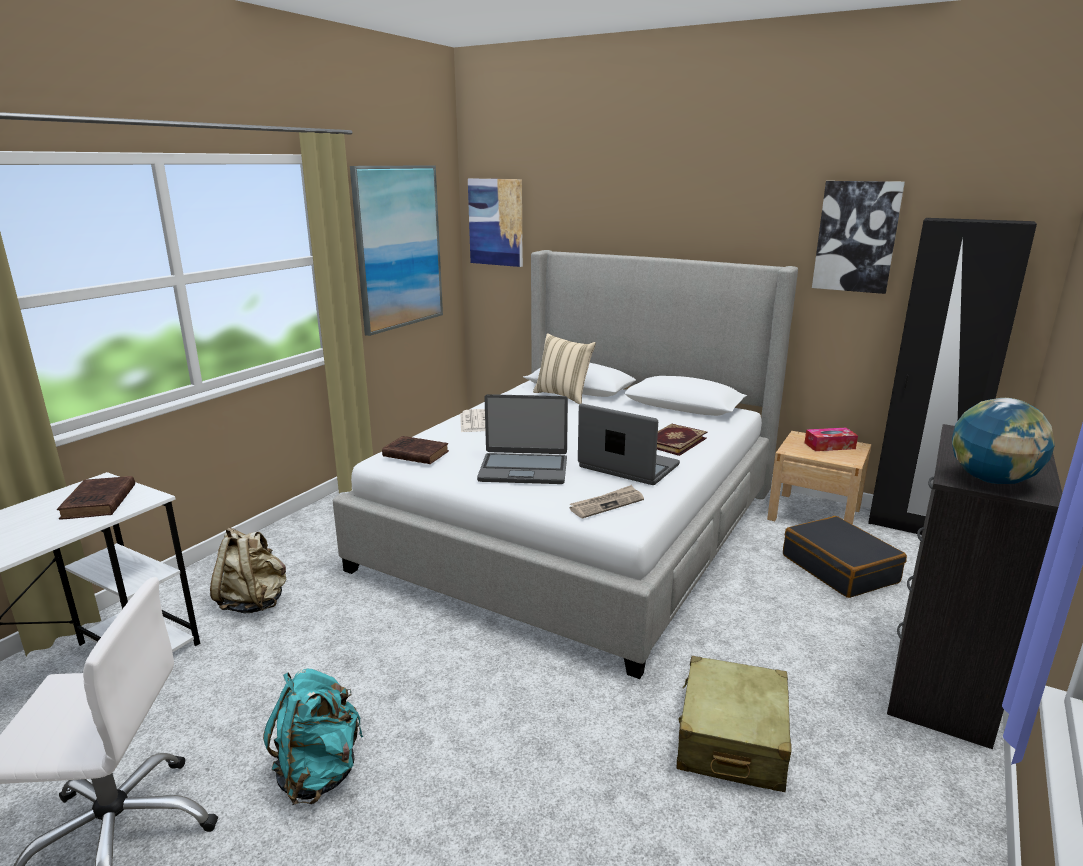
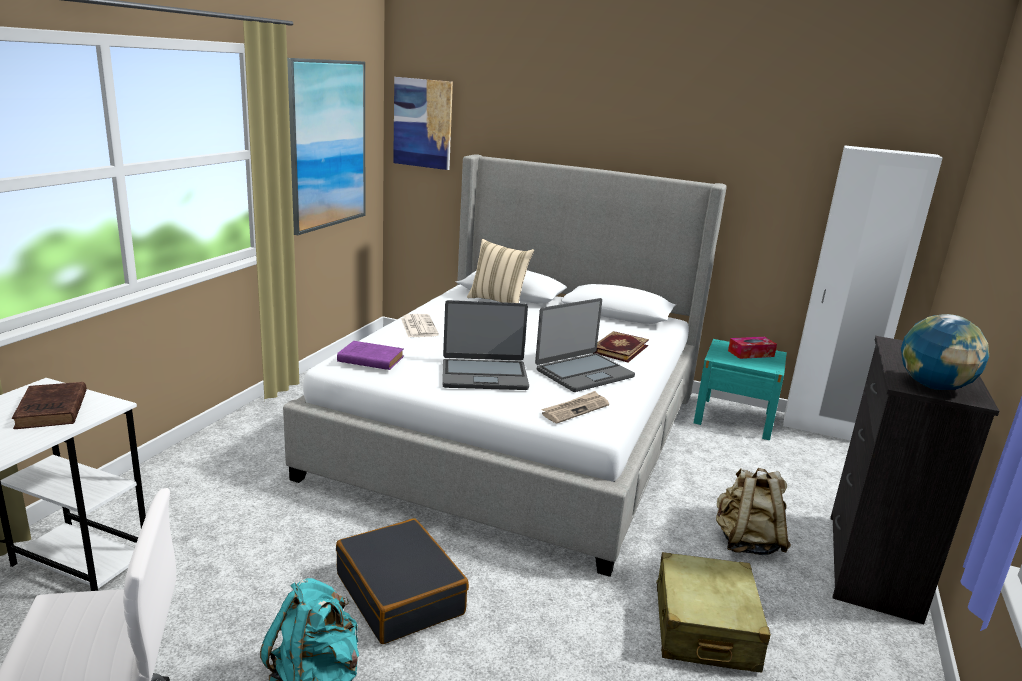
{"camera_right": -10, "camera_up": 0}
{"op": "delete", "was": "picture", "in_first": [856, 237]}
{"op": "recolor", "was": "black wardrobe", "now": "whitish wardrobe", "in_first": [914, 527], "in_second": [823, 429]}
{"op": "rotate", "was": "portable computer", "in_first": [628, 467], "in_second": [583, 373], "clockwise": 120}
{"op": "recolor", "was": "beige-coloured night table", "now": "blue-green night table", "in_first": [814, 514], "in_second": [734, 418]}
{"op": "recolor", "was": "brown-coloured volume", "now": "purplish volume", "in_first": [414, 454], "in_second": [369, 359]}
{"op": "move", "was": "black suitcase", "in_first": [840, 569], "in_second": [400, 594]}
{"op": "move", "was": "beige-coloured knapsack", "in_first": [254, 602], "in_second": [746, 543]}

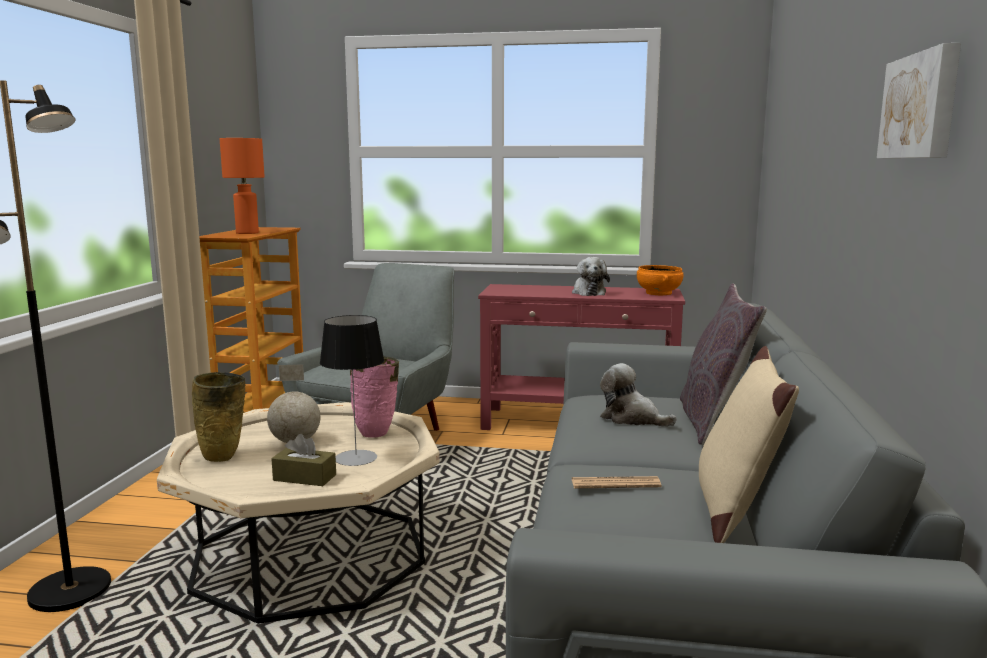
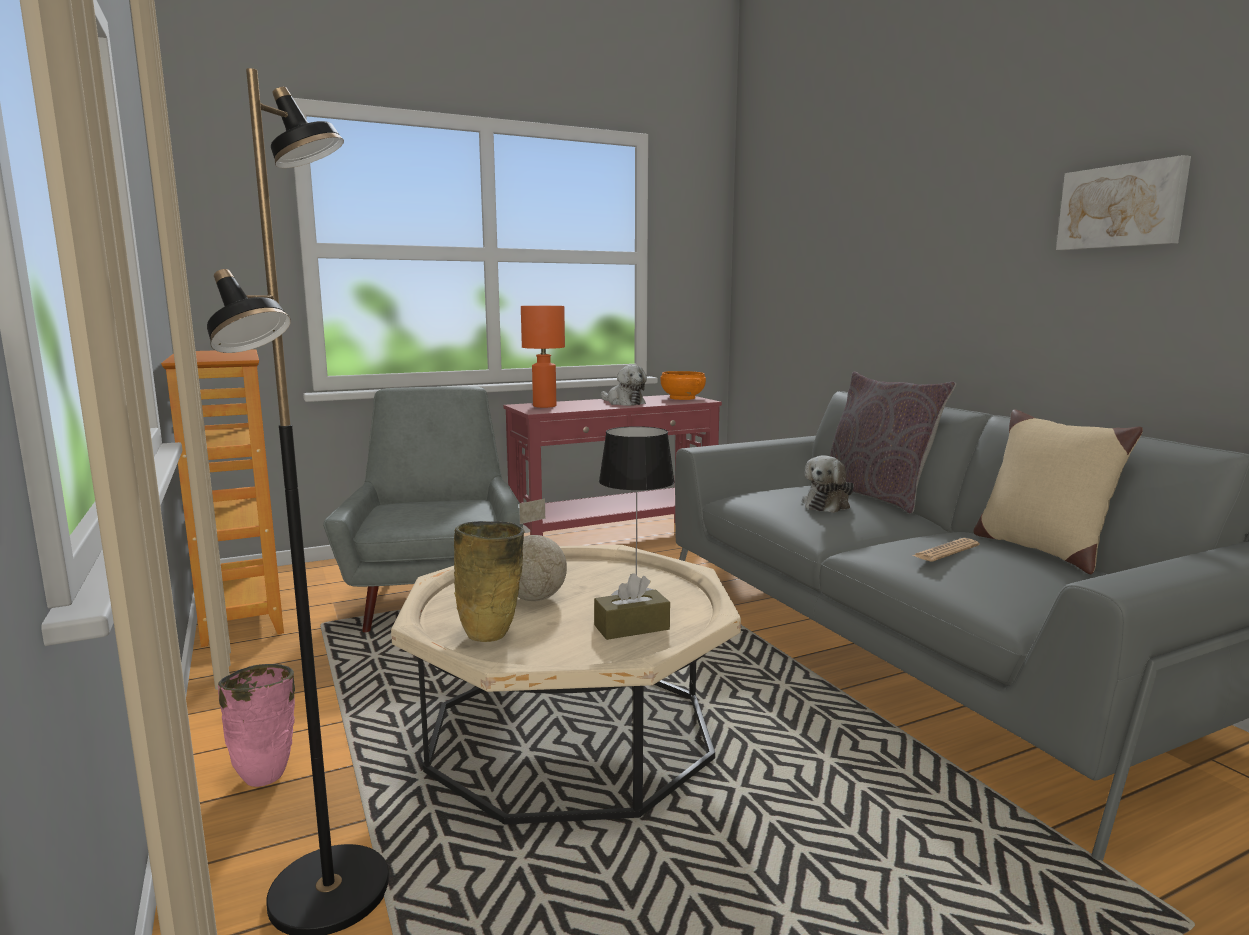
{"camera_right": -35, "camera_up": 0}
{"op": "move", "was": "orangey tabletop lamp", "in_first": [247, 233], "in_second": [544, 406]}
{"op": "move", "was": "pinkish vase", "in_first": [377, 433], "in_second": [267, 774]}
{"op": "rotate", "was": "plush toy", "in_first": [632, 418], "in_second": [827, 504], "clockwise": -60}

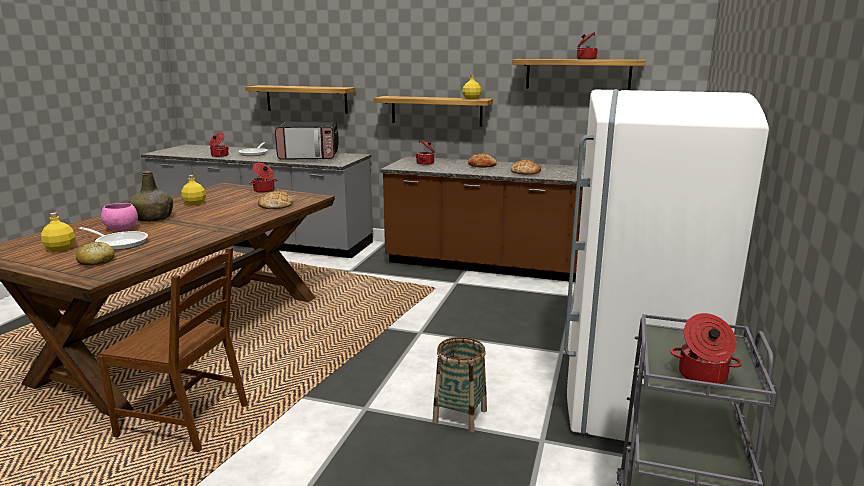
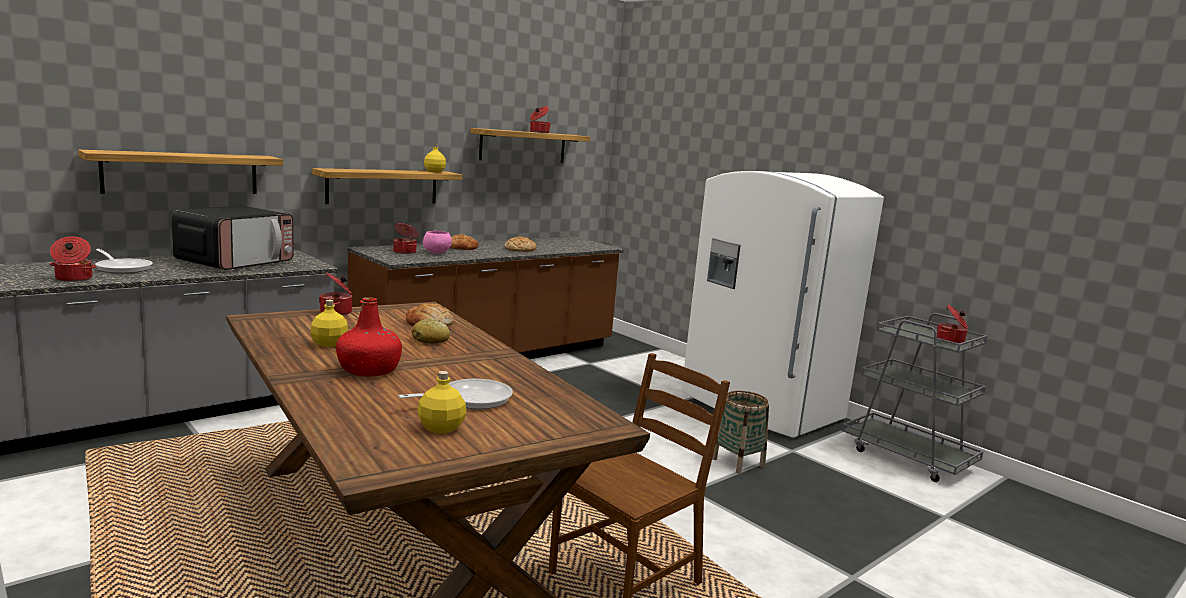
{"camera_right": -60, "camera_up": -5}
{"op": "recolor", "was": "greenish beverage bottle", "now": "red-coloured beverage bottle", "in_first": [153, 218], "in_second": [369, 370]}
{"op": "move", "was": "pinkish serving bowl", "in_first": [121, 230], "in_second": [437, 253]}
{"op": "move", "was": "baked bread", "in_first": [96, 261], "in_second": [430, 340]}

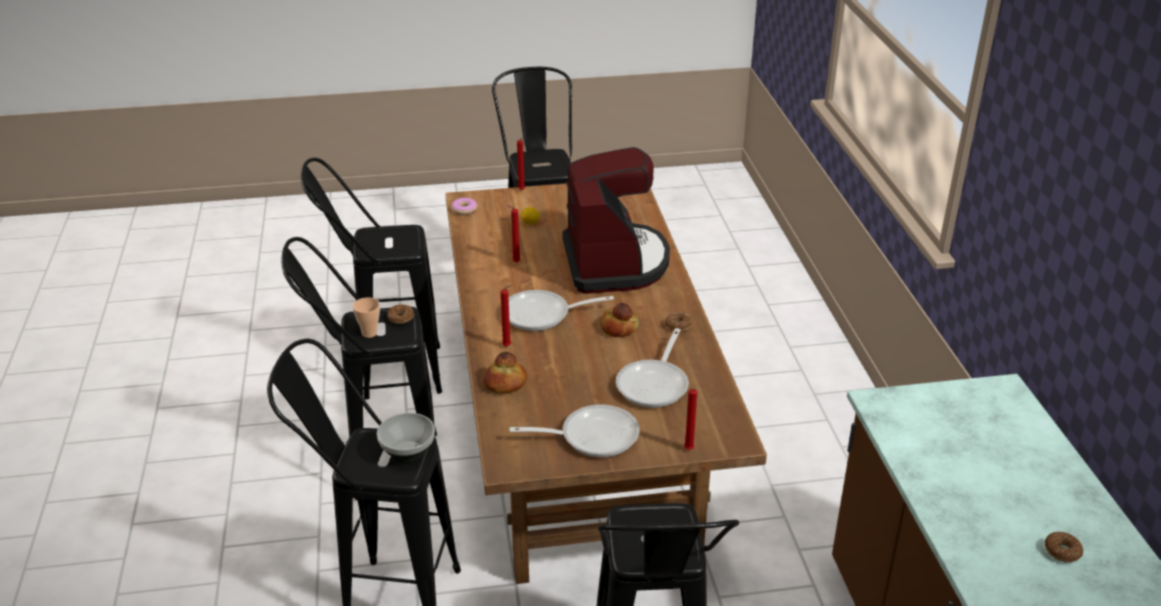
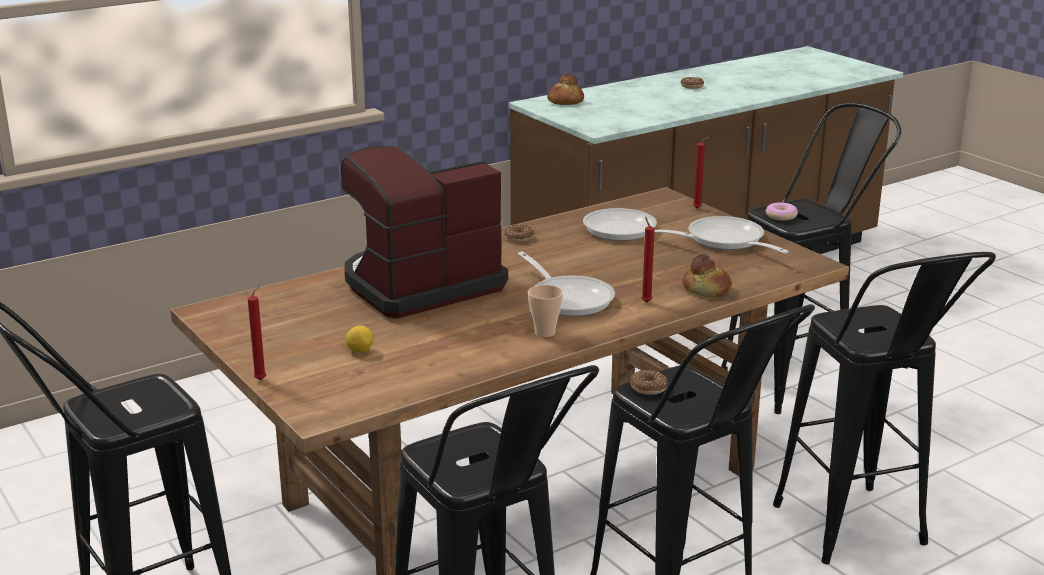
{"camera_right": -115, "camera_up": -10}
{"op": "move", "was": "donut", "in_first": [464, 210], "in_second": [781, 216]}
{"op": "delete", "was": "red-coloured wax light", "in_first": [515, 262]}
{"op": "move", "was": "drinking cup", "in_first": [369, 333], "in_second": [545, 333]}
{"op": "move", "was": "baked bread", "in_first": [618, 327], "in_second": [565, 101]}
{"op": "rotate", "was": "frying pan", "in_first": [655, 384], "in_second": [625, 232], "clockwise": -135}
{"op": "delete", "was": "serving bowl", "in_first": [407, 452]}

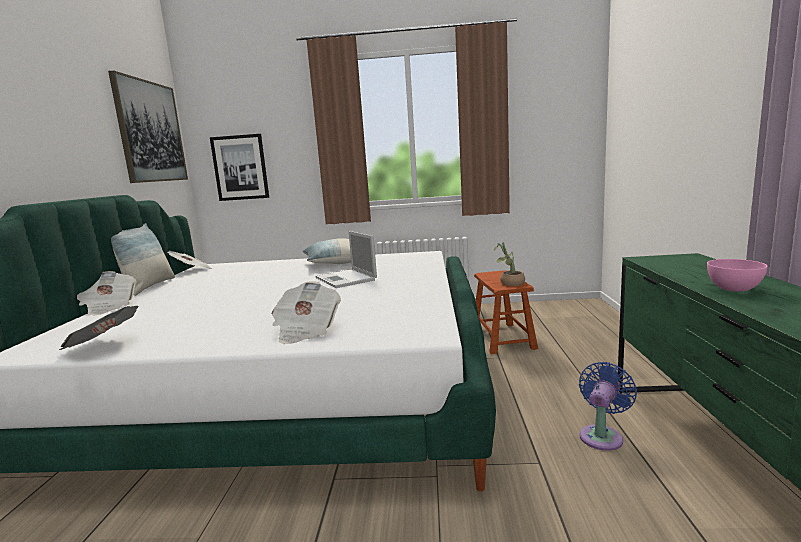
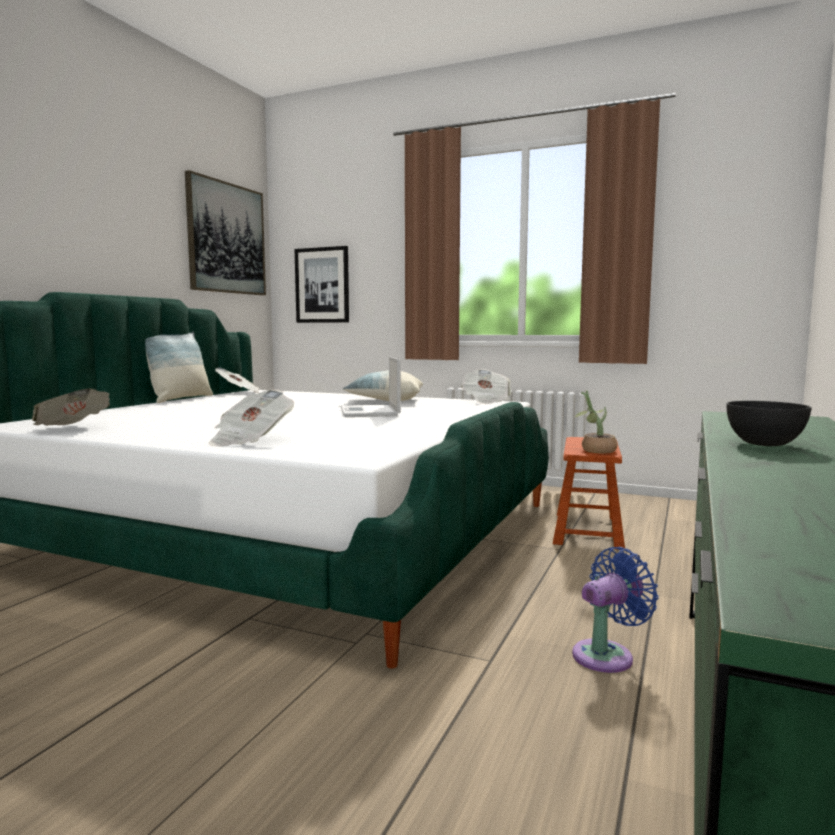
{"camera_right": 20, "camera_up": -5}
{"op": "recolor", "was": "pinkish serving bowl", "now": "greyish serving bowl", "in_first": [733, 289], "in_second": [764, 444]}
{"op": "move", "was": "printed paper", "in_first": [109, 307], "in_second": [486, 401]}

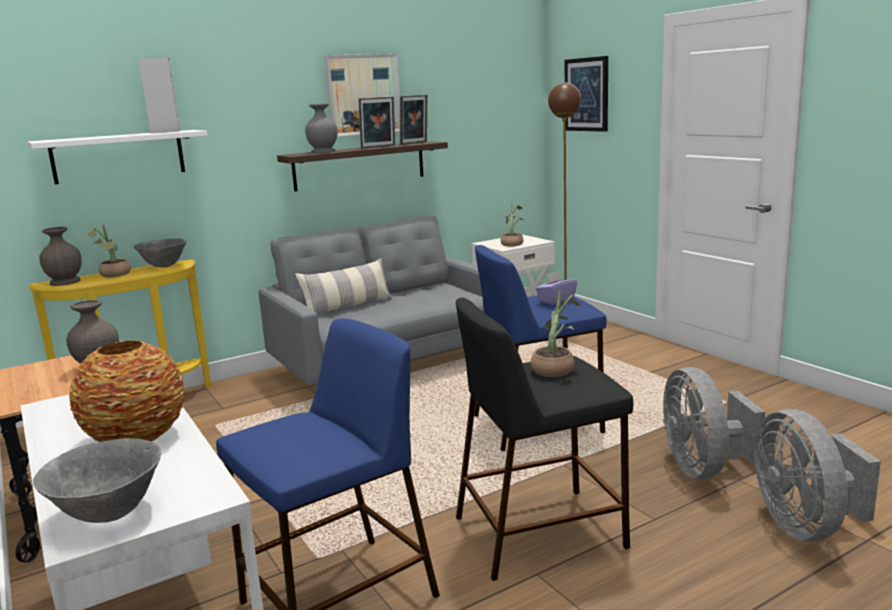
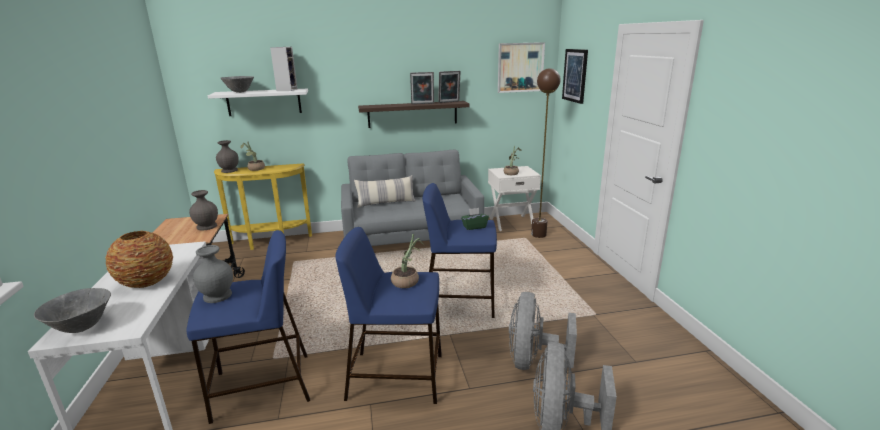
{"camera_right": 20, "camera_up": 5}
{"op": "move", "was": "picture", "in_first": [363, 94], "in_second": [520, 67]}
{"op": "move", "was": "greyish vase", "in_first": [323, 151], "in_second": [217, 296]}
{"op": "move", "was": "greyish serving bowl", "in_first": [164, 266], "in_second": [240, 92]}
{"op": "recolor", "was": "purplish tissue holder", "now": "greenish tissue holder", "in_first": [556, 300], "in_second": [474, 227]}
{"op": "recolor", "was": "black stool seat", "now": "bluish stool seat", "in_first": [541, 531], "in_second": [397, 376]}

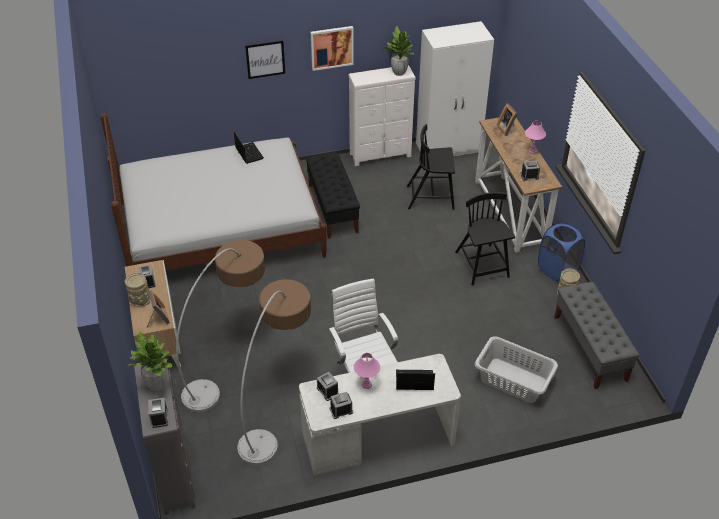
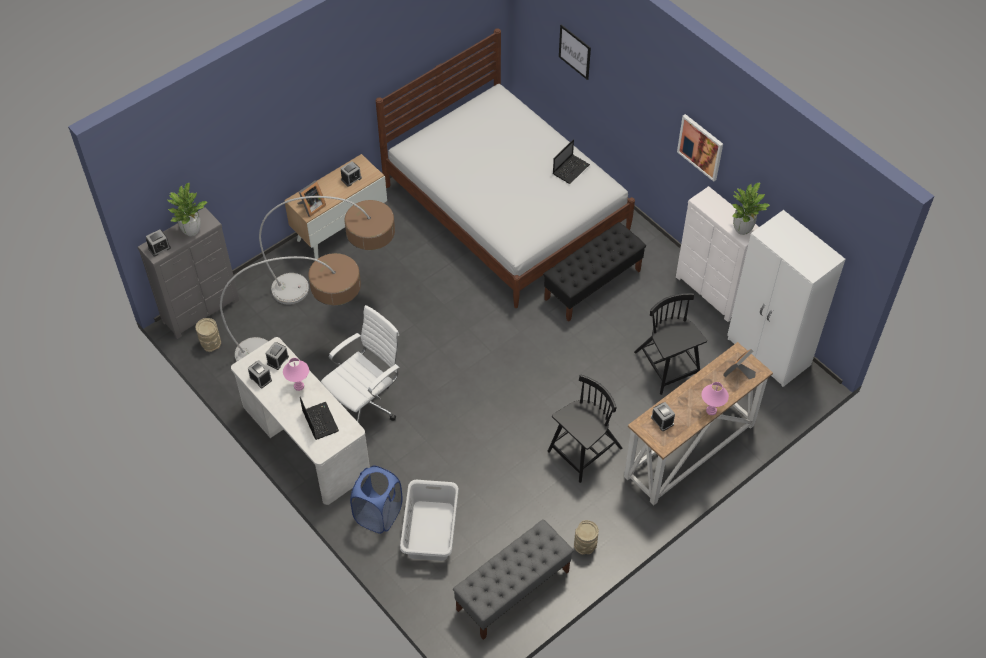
{"camera_right": 65, "camera_up": 10}
{"op": "move", "was": "picture", "in_first": [265, 59], "in_second": [574, 52]}
{"op": "move", "was": "bluish hamper", "in_first": [557, 270], "in_second": [378, 514]}
{"op": "move", "was": "beige-coloured vase", "in_first": [140, 300], "in_second": [210, 343]}

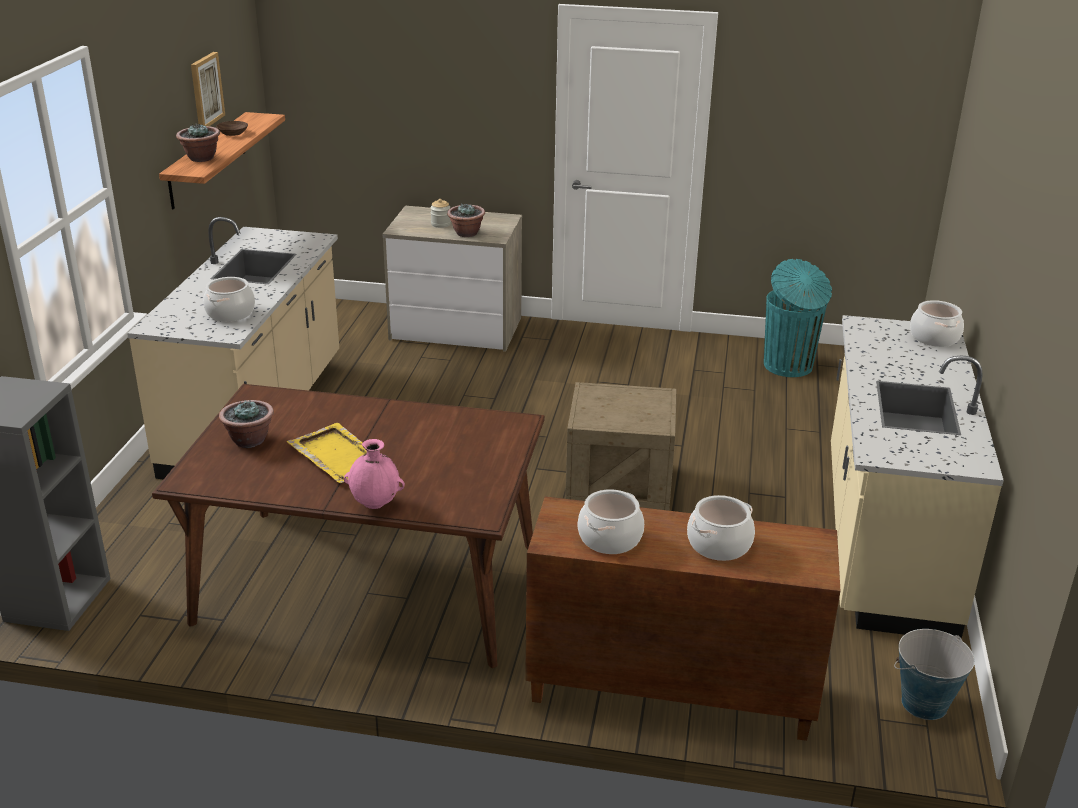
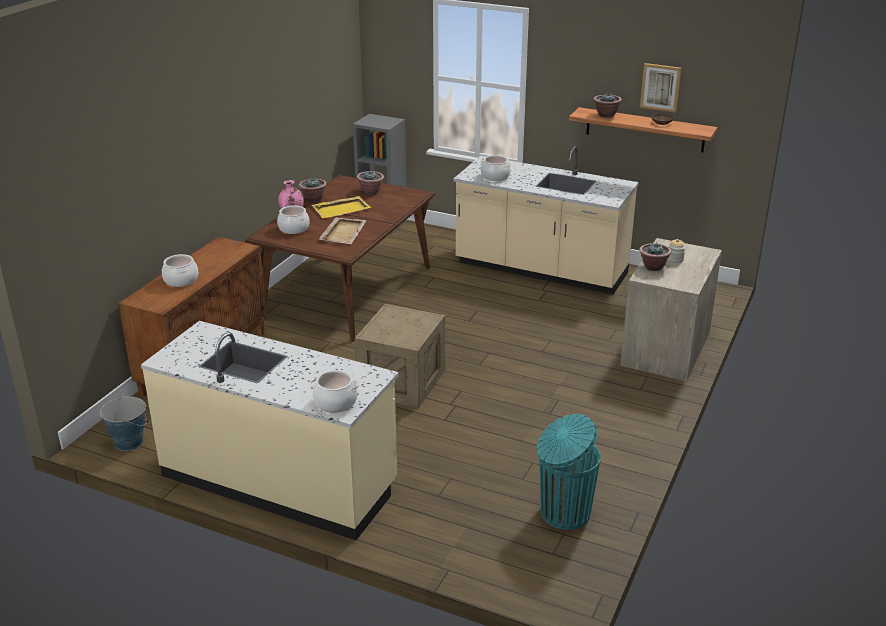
{"camera_right": 105, "camera_up": 0}
{"op": "move", "was": "cooking pot", "in_first": [610, 538], "in_second": [293, 228]}
{"op": "insert", "now": "plant in a pot", "in_second": [313, 199]}
{"op": "insert", "now": "beige-coloured carrying tray", "in_second": [343, 232]}

